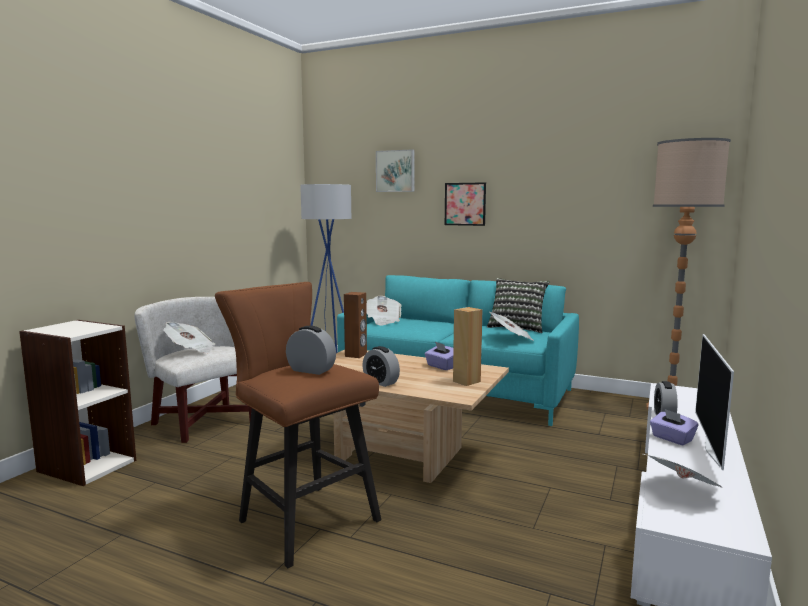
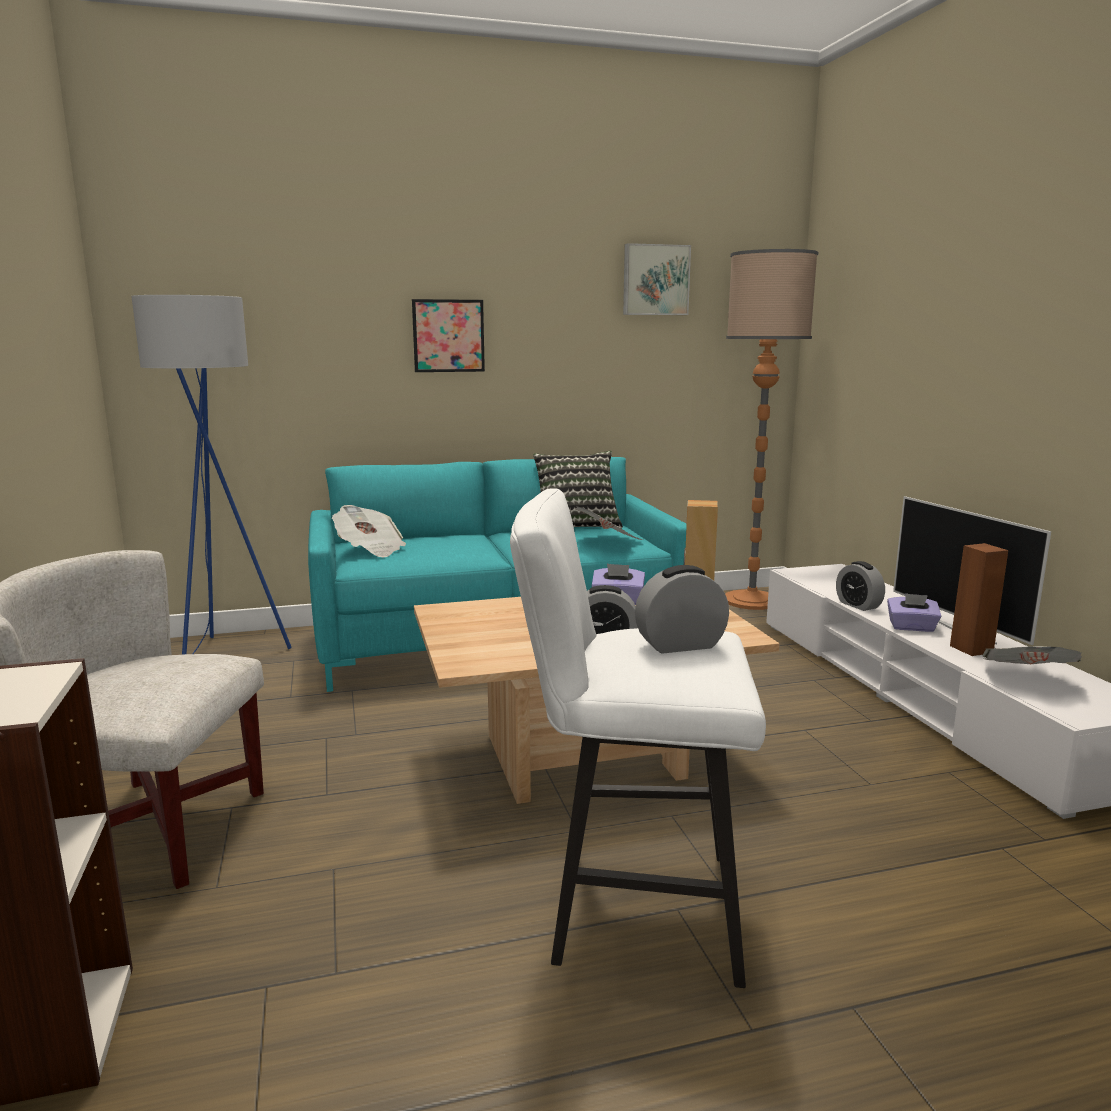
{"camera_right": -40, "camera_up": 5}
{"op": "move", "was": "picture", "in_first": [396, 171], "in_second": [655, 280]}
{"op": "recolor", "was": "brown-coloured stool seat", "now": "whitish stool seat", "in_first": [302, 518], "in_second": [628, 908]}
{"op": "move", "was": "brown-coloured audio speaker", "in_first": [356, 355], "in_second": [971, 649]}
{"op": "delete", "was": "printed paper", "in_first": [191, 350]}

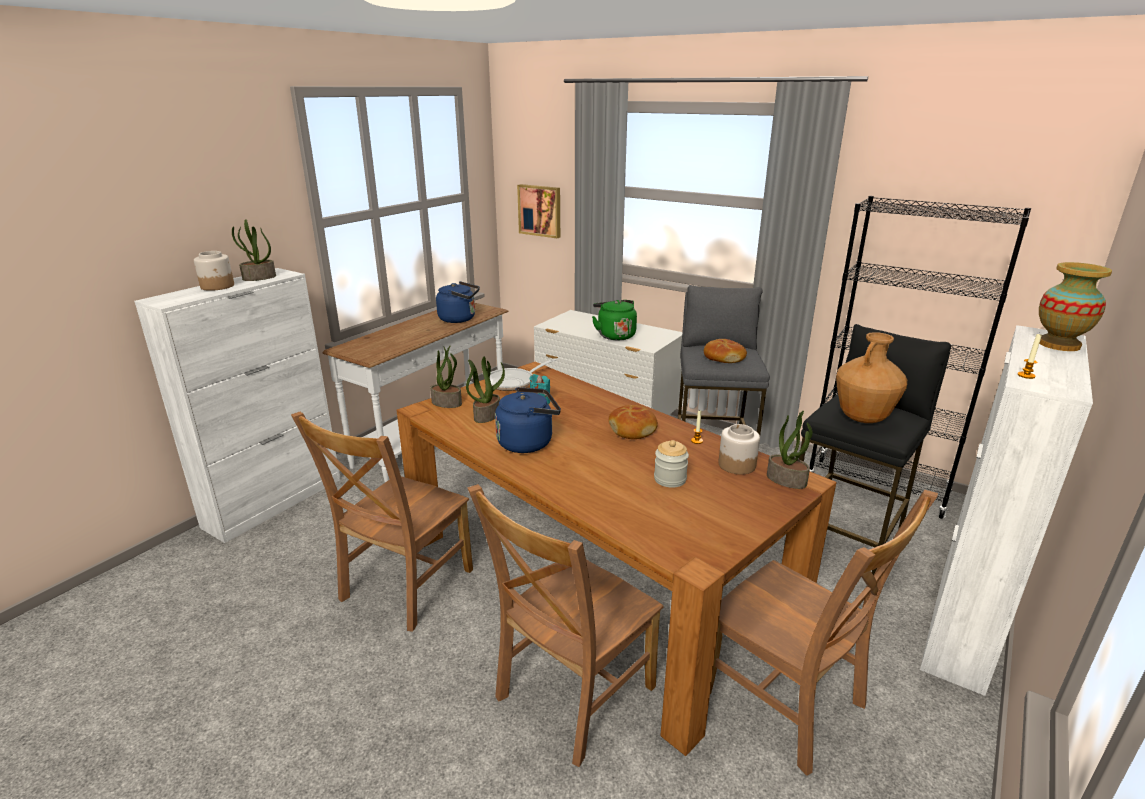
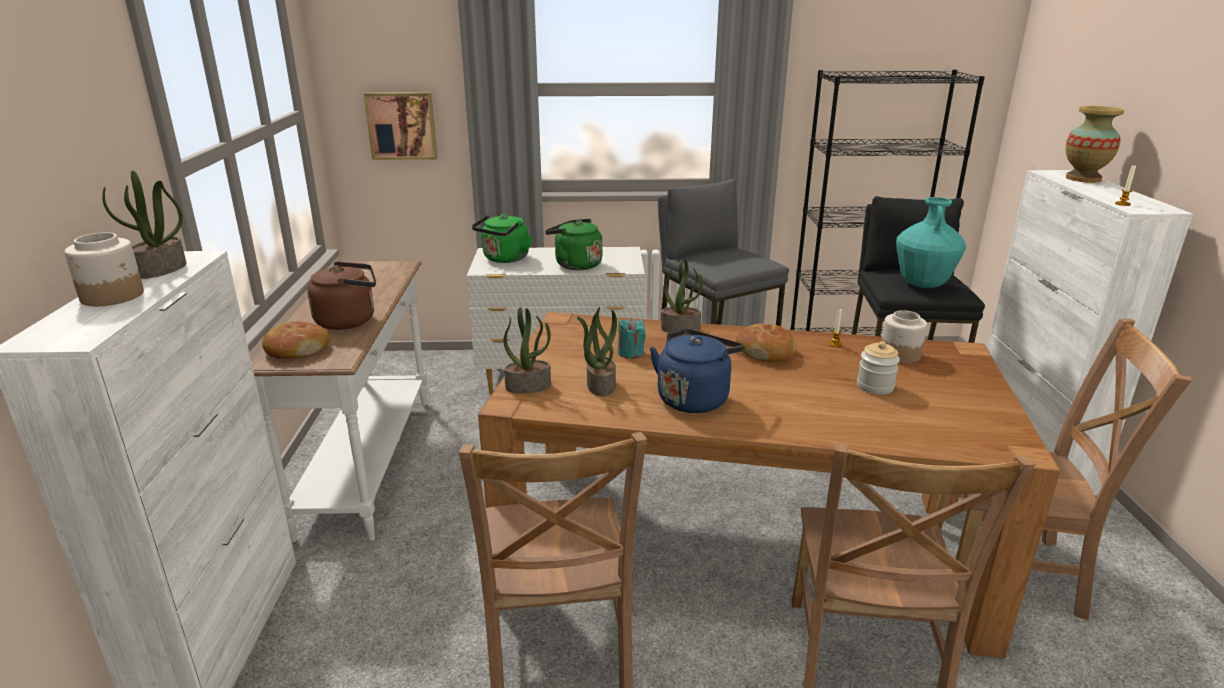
{"camera_right": -35, "camera_up": 0}
{"op": "delete", "was": "bluish tea kettle", "in_first": [459, 319]}
{"op": "recolor", "was": "brown-coloured vase", "now": "blue-green vase", "in_first": [863, 418], "in_second": [922, 284]}
{"op": "move", "was": "baked bread", "in_first": [723, 357], "in_second": [296, 349]}
{"op": "delete", "was": "frying pan", "in_first": [514, 382]}
{"op": "move", "was": "plant in a pot", "in_first": [787, 480], "in_second": [681, 328]}
{"op": "insert", "now": "greenish tea kettle", "in_second": [504, 259]}
{"op": "insert", "now": "brown-coloured tea kettle", "in_second": [349, 320]}

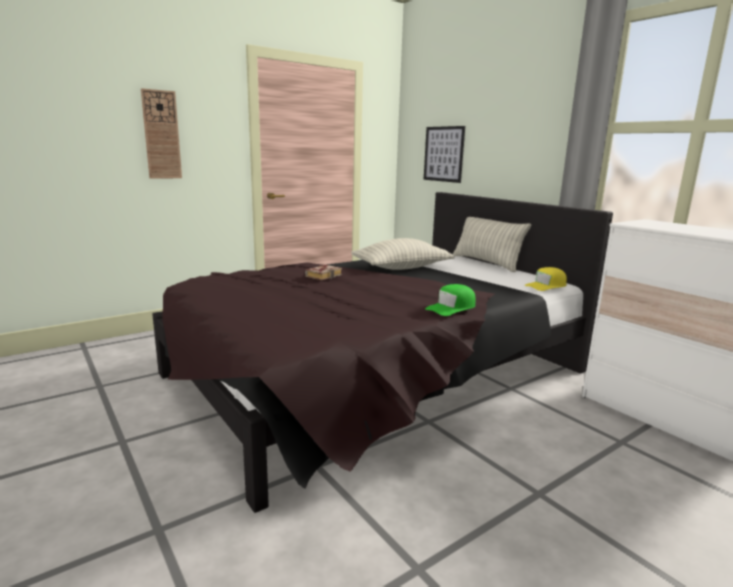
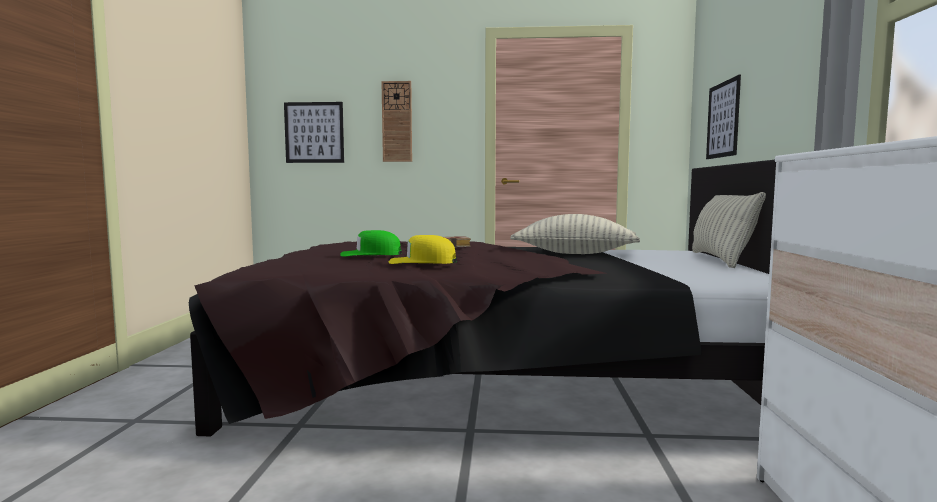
{"camera_right": 40, "camera_up": -10}
{"op": "move", "was": "yellow peaked cap", "in_first": [546, 286], "in_second": [423, 262]}
{"op": "move", "was": "greenish peaked cap", "in_first": [451, 308], "in_second": [371, 254]}
{"op": "insert", "now": "picture", "in_second": [314, 132]}

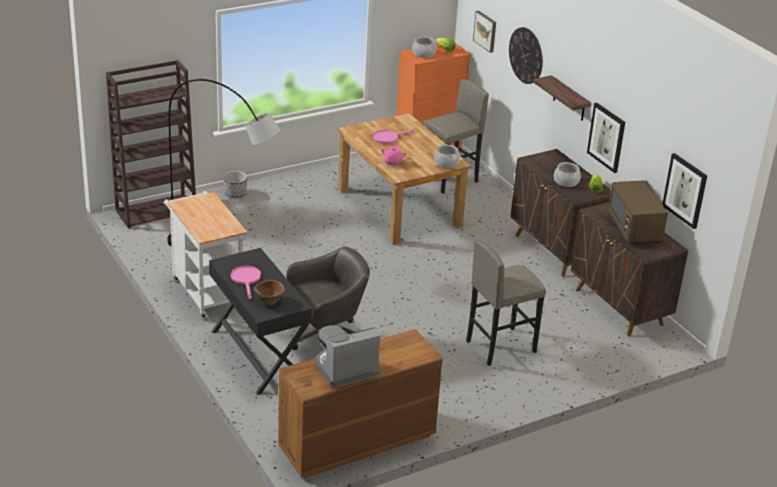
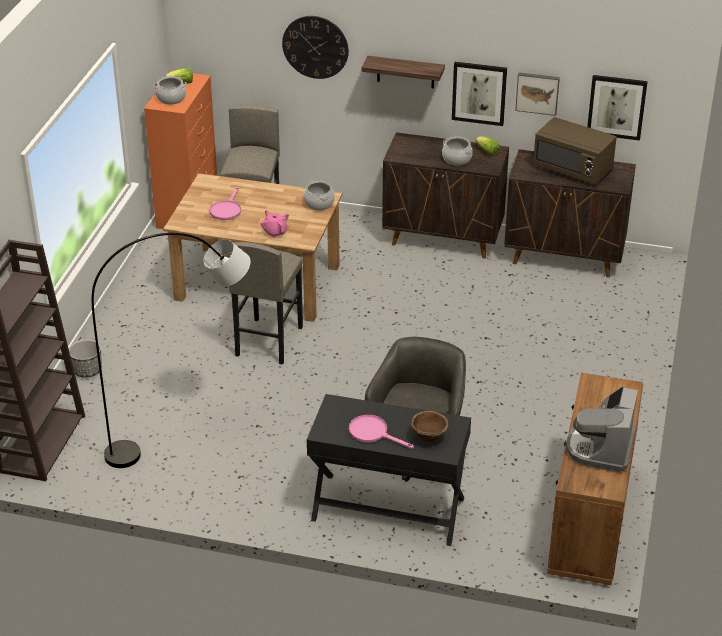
{"camera_right": -45, "camera_up": 5}
{"op": "move", "was": "picture", "in_first": [486, 31], "in_second": [537, 93]}
{"op": "delete", "was": "whitish cart", "in_first": [205, 291]}
{"op": "move", "was": "greyish stool seat", "in_first": [500, 346], "in_second": [268, 341]}

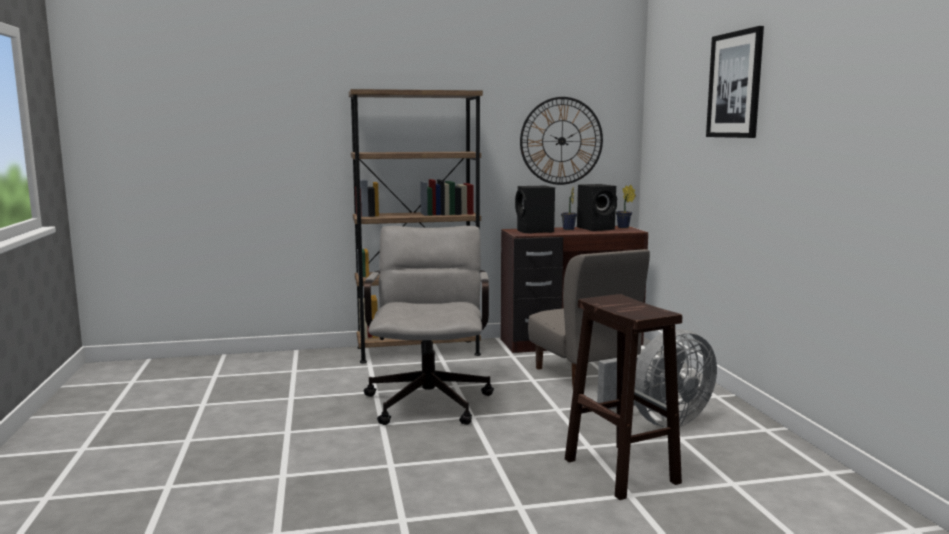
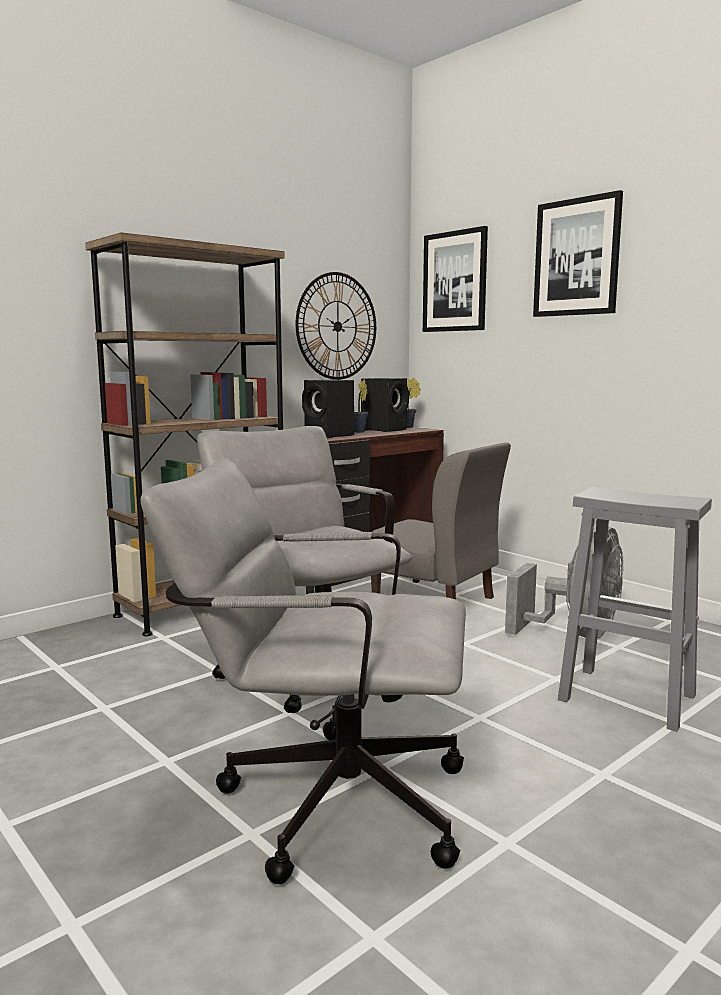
{"camera_right": -30, "camera_up": 0}
{"op": "recolor", "was": "brown-coloured stool seat", "now": "greyish stool seat", "in_first": [619, 470], "in_second": [624, 697]}
{"op": "insert", "now": "picture", "in_second": [455, 281]}
{"op": "insert", "now": "greyish desk chair", "in_second": [323, 799]}

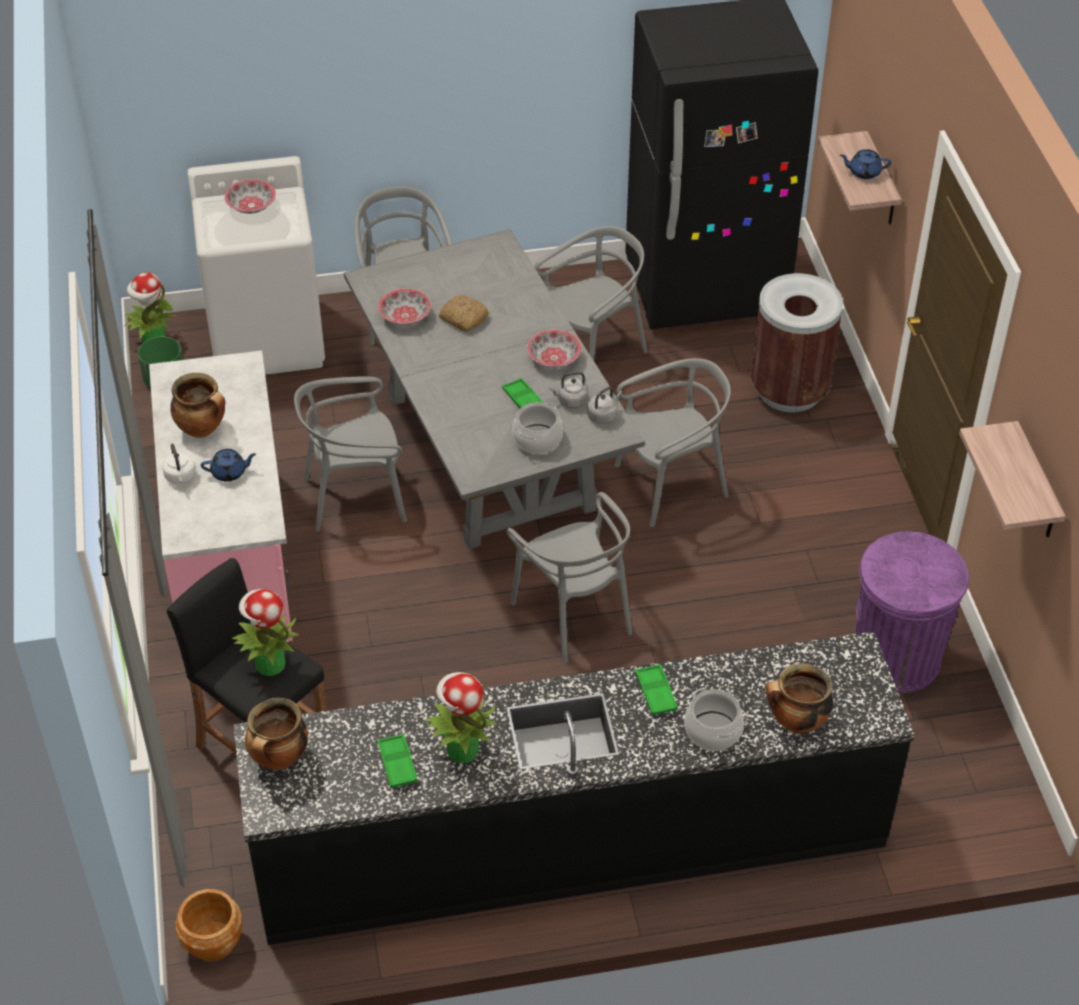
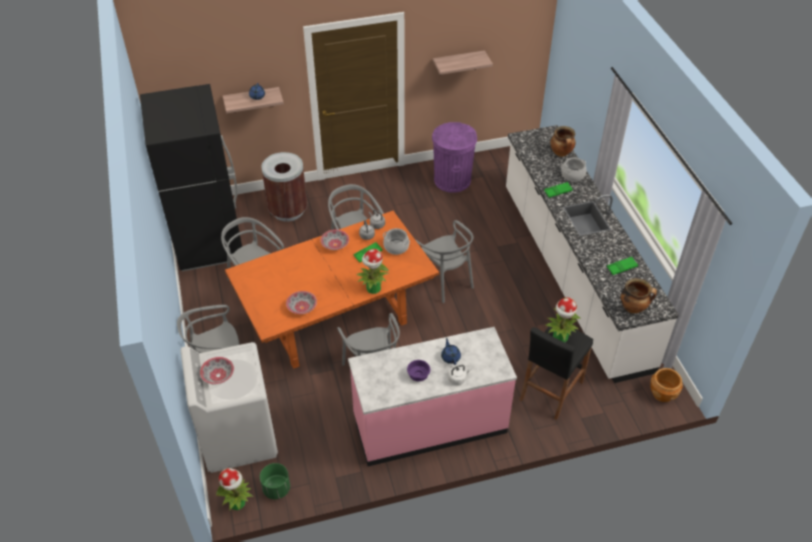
{"camera_right": -95, "camera_up": 0}
{"op": "recolor", "was": "greyish dining table", "now": "orangey dining table", "in_first": [491, 453], "in_second": [337, 320]}
{"op": "delete", "was": "baked bread", "in_first": [463, 318]}
{"op": "replace", "was": "cooking pot", "now": "purplish serving bowl", "in_first": [203, 429], "in_second": [418, 375]}
{"op": "rotate", "was": "greyish chair", "in_first": [574, 615], "in_second": [444, 281], "clockwise": 90}
{"op": "recolor", "was": "black counter", "now": "whitish counter", "in_first": [570, 843], "in_second": [572, 275]}
{"op": "move", "was": "plant in a pot", "in_first": [461, 749], "in_second": [373, 288]}

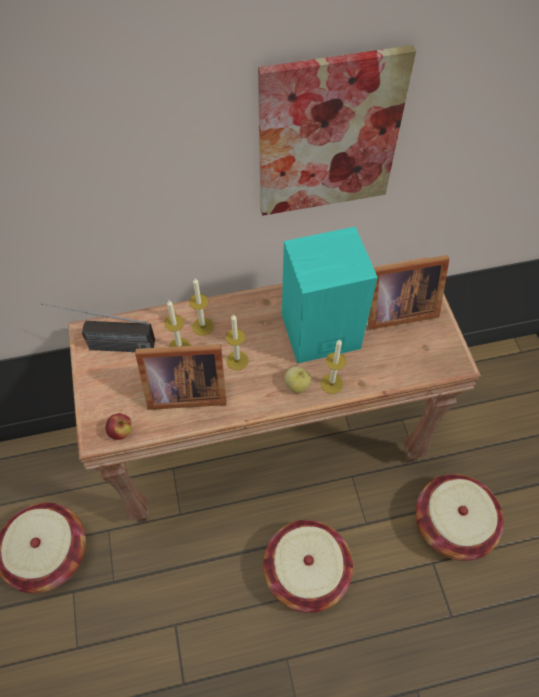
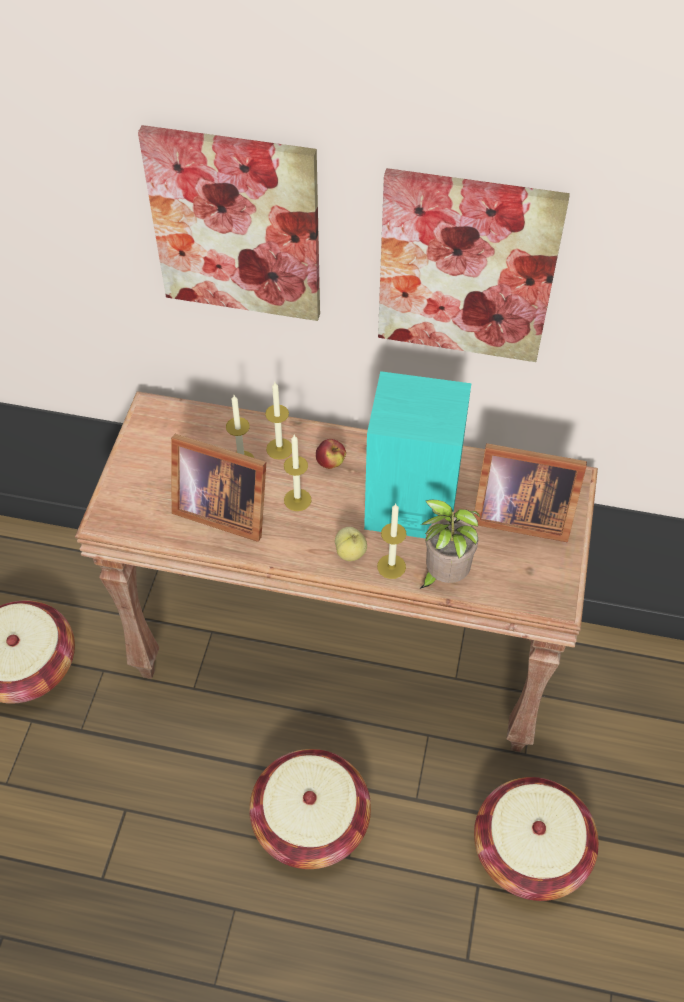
{"camera_right": 25, "camera_up": -5}
{"op": "delete", "was": "radio", "in_first": [105, 345]}
{"op": "move", "was": "apple", "in_first": [121, 432], "in_second": [330, 463]}
{"op": "insert", "now": "picture", "in_second": [236, 225]}
{"op": "insert", "now": "plant in a pot", "in_second": [443, 576]}

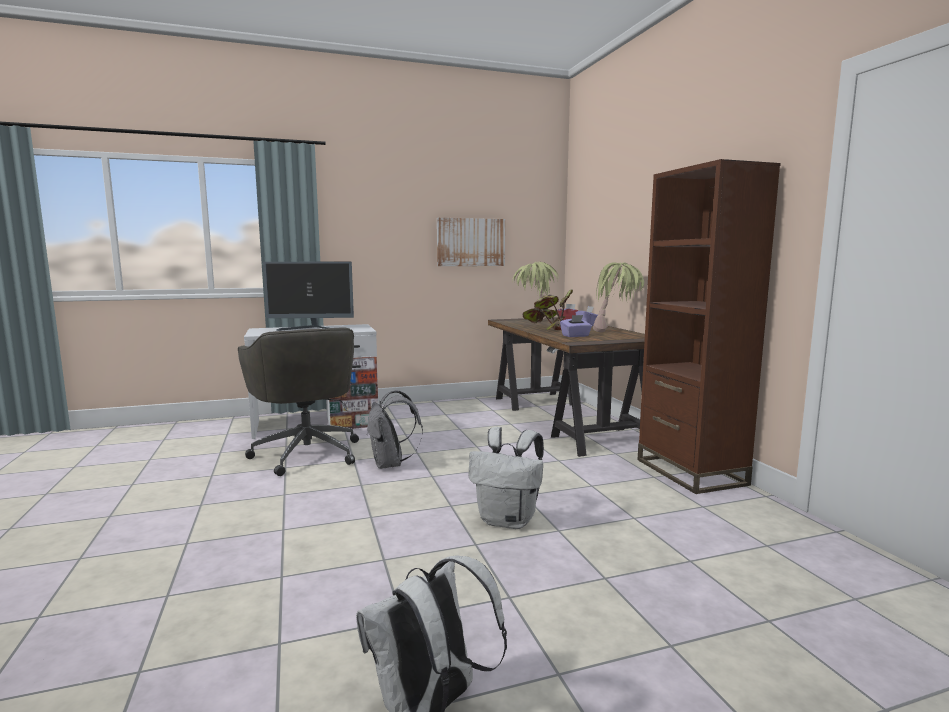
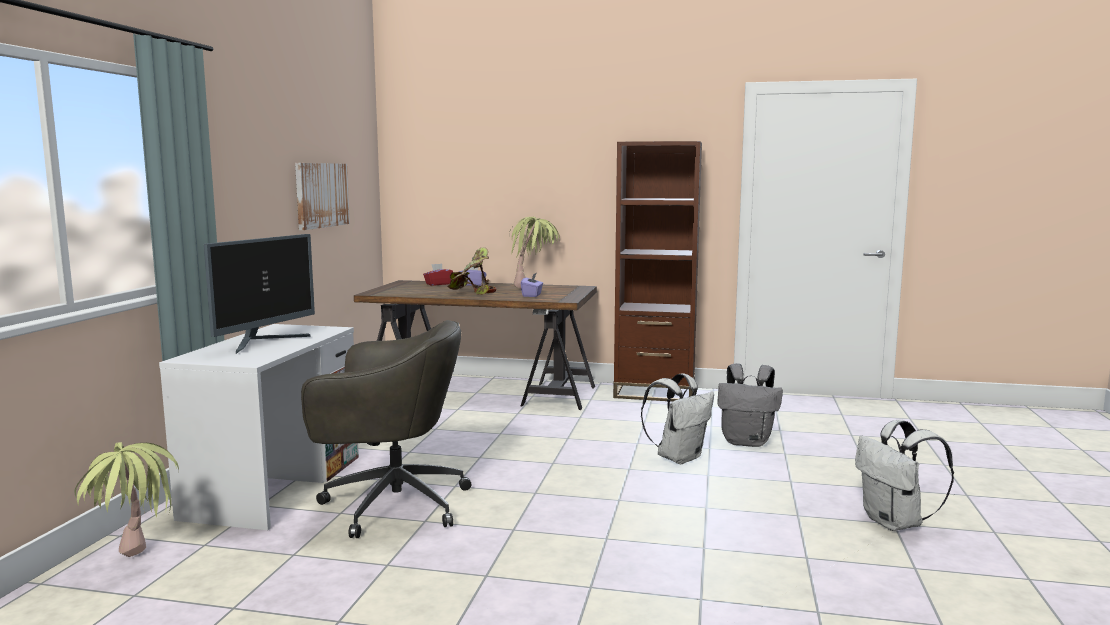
{"camera_right": -60, "camera_up": 0}
{"op": "move", "was": "plant in a pot", "in_first": [533, 322], "in_second": [135, 565]}
{"op": "move", "was": "greyish knapsack", "in_first": [390, 464], "in_second": [747, 442]}

